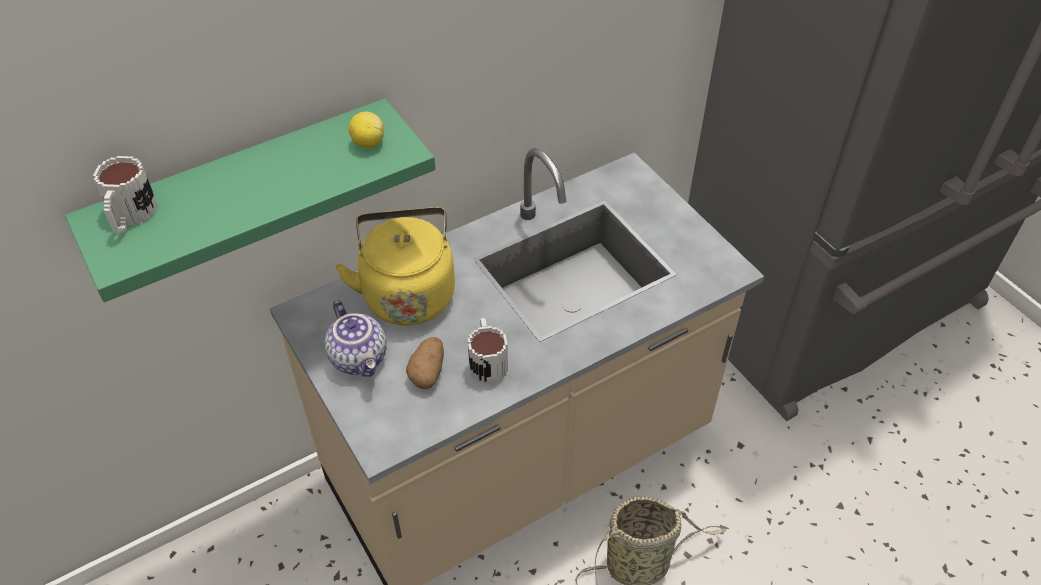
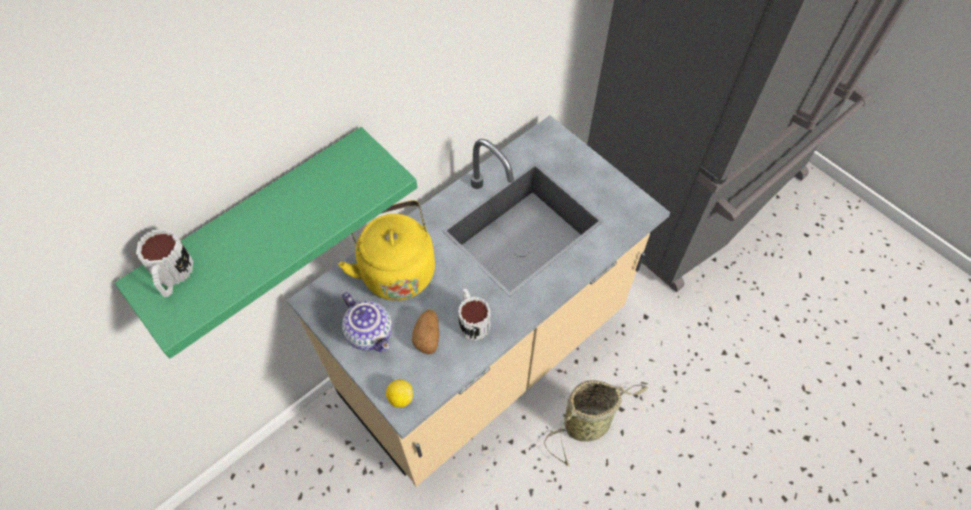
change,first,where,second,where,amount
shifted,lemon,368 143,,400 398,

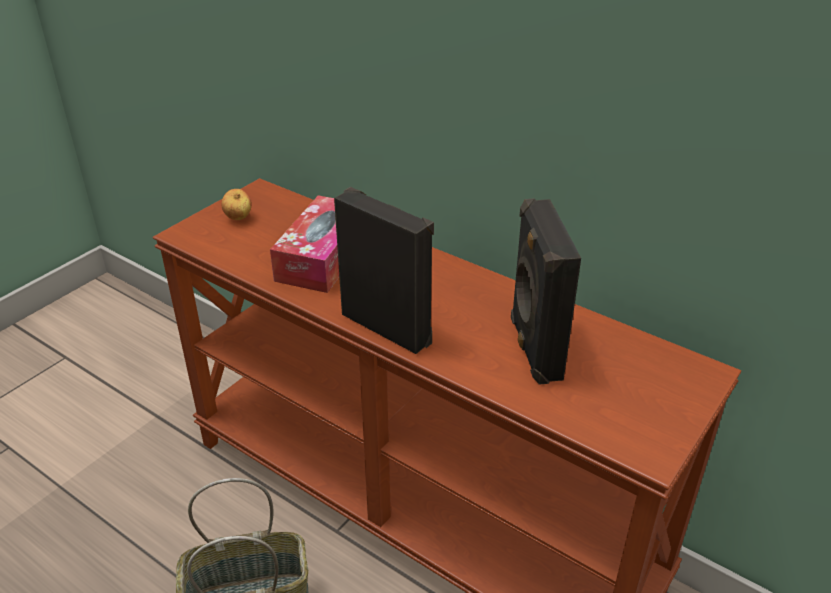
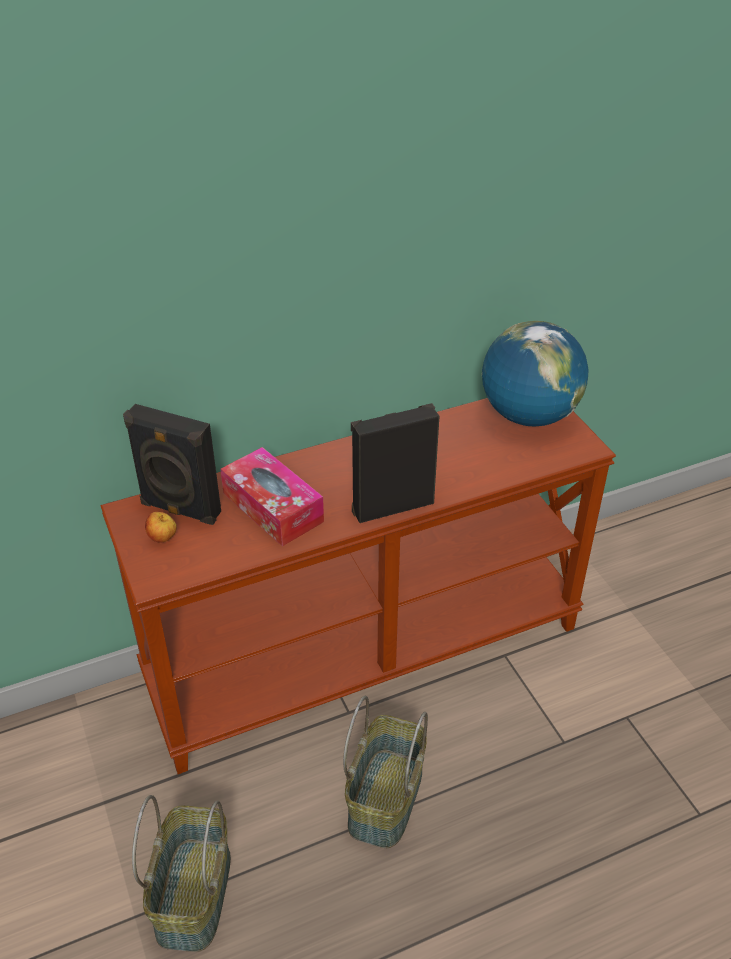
change,first,where,second,where,amount
shifted,black speaker,533 349,,179 510,
new,,,globe,528 416,
new,,,basket,192 893,

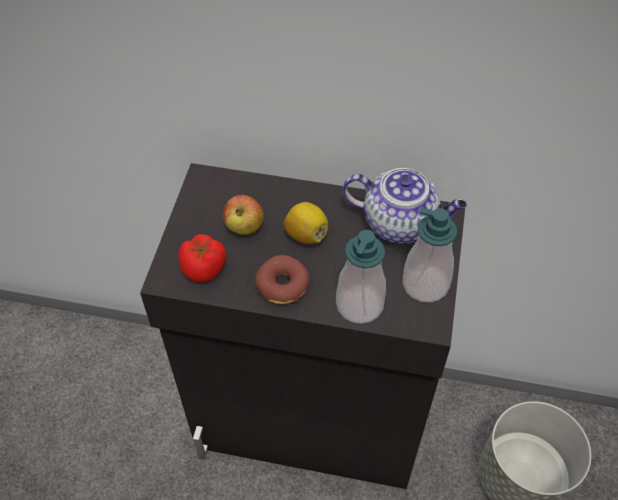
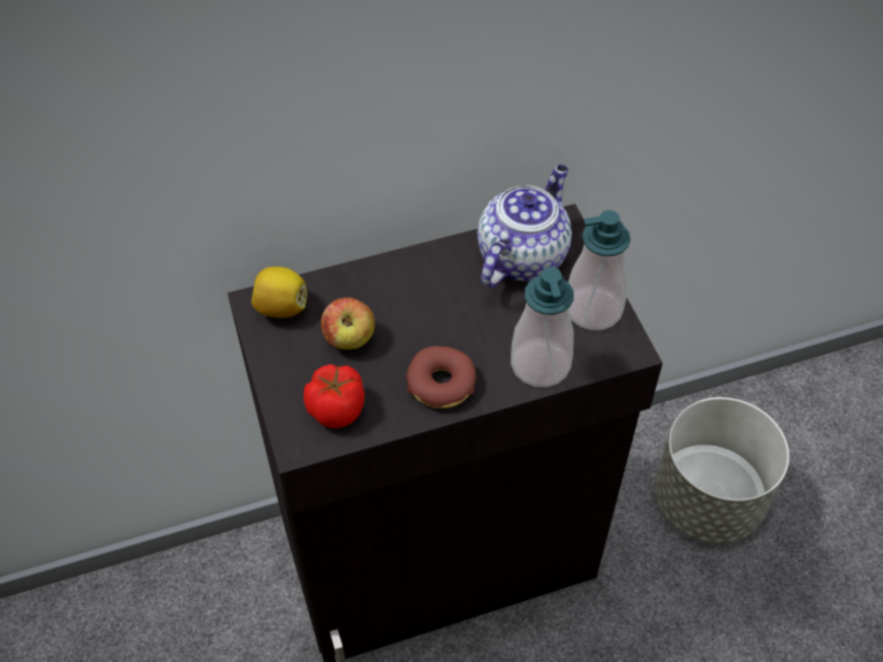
change,first,where,second,where,amount
rotated,teapot,400 224,,522 255,45 degrees counterclockwise
shifted,lemon,306 234,,281 307,

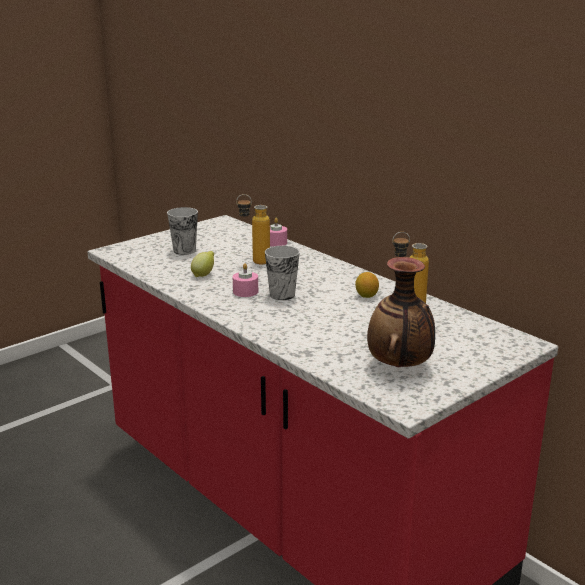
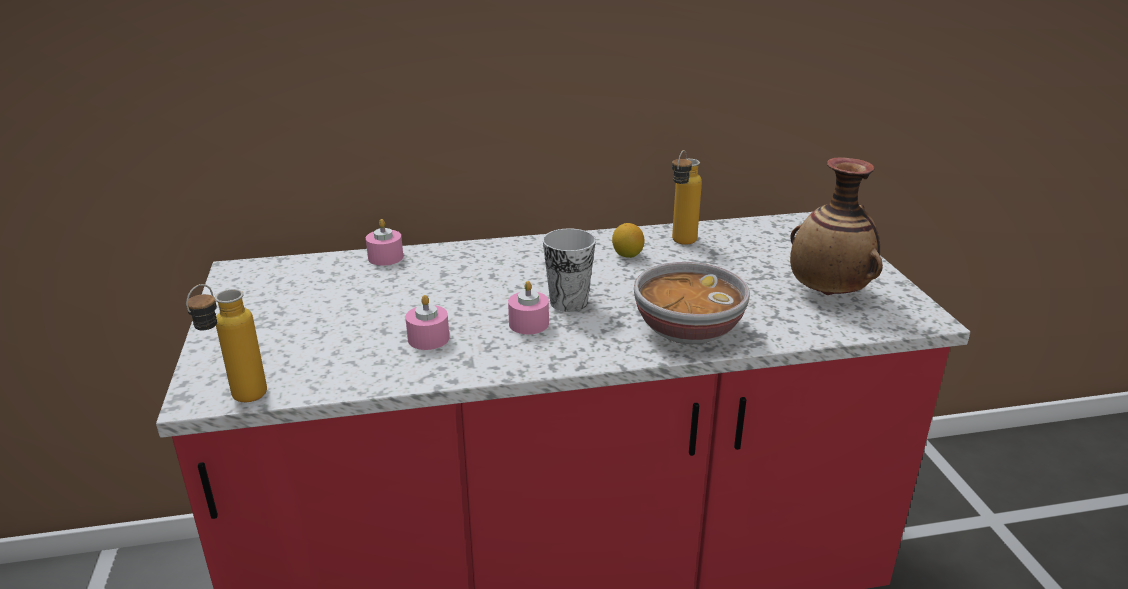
change,first,where,second,where,amount
shifted,bottle,254 262,,239 401,
gone,cup,184 251,,,
swapped,lemon,204 275,pink candle,428 338,
new,,,bowl,686 330,

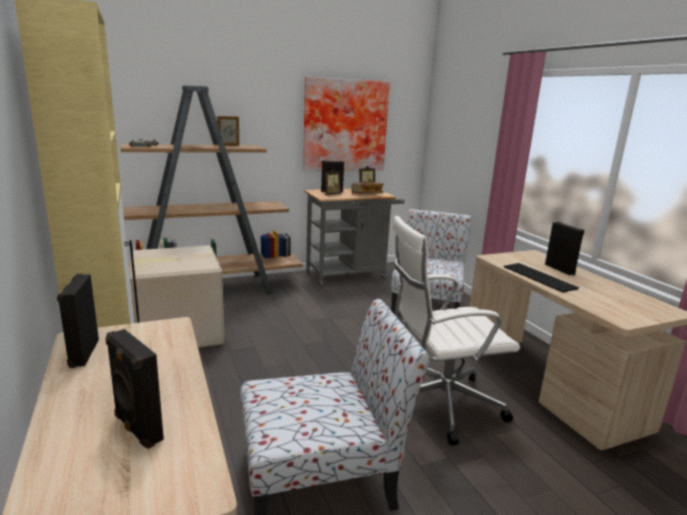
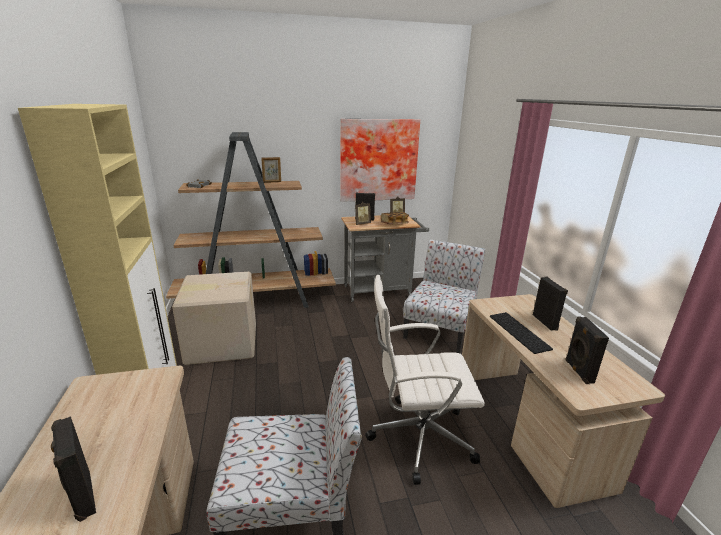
change,first,where,second,where,amount
shifted,black speaker,82 353,,578 371,

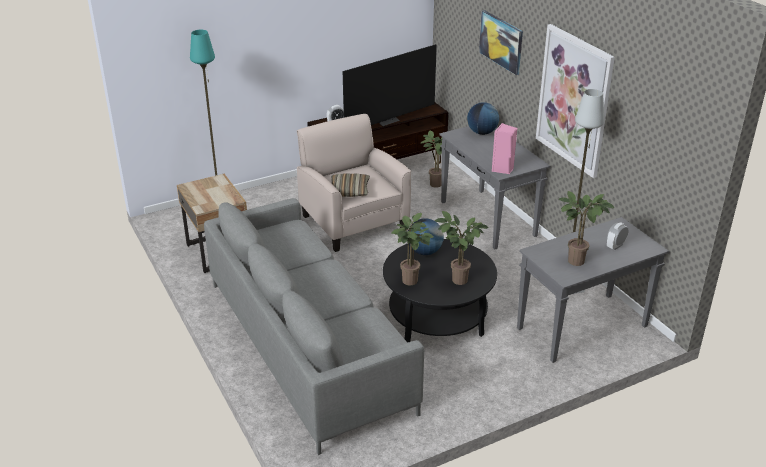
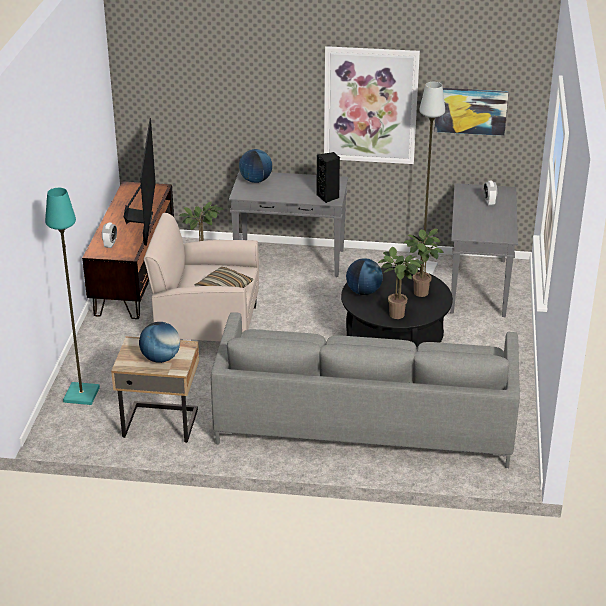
change,first,where,second,where,amount
shifted,picture,501 41,,471 111,
repainted,pink speaker,502 169,black speaker,328 197,
gone,potted plant,579 260,,,
new,,,globe,160 358,

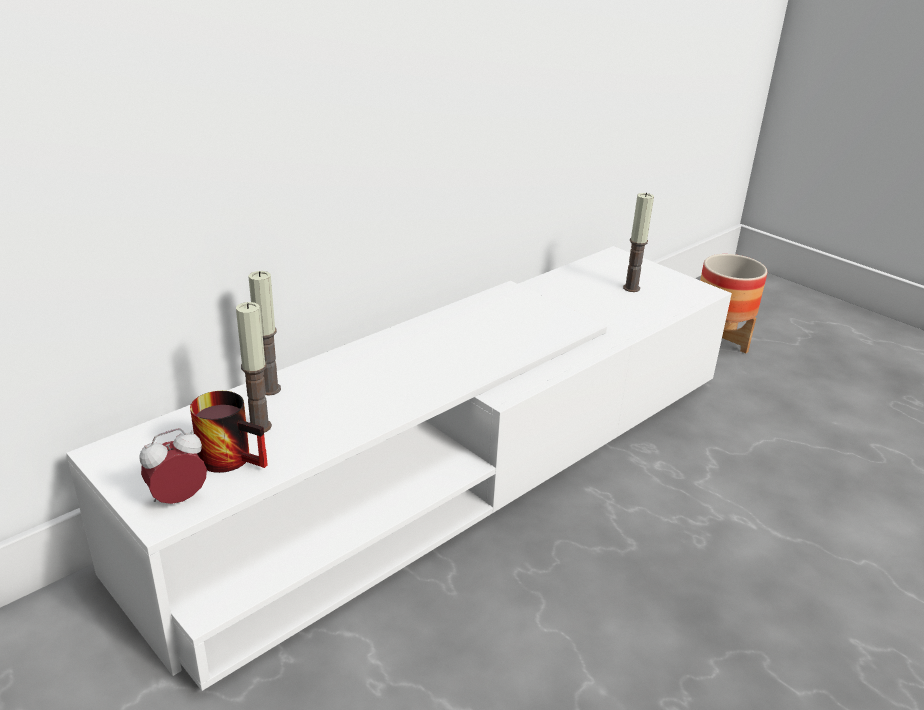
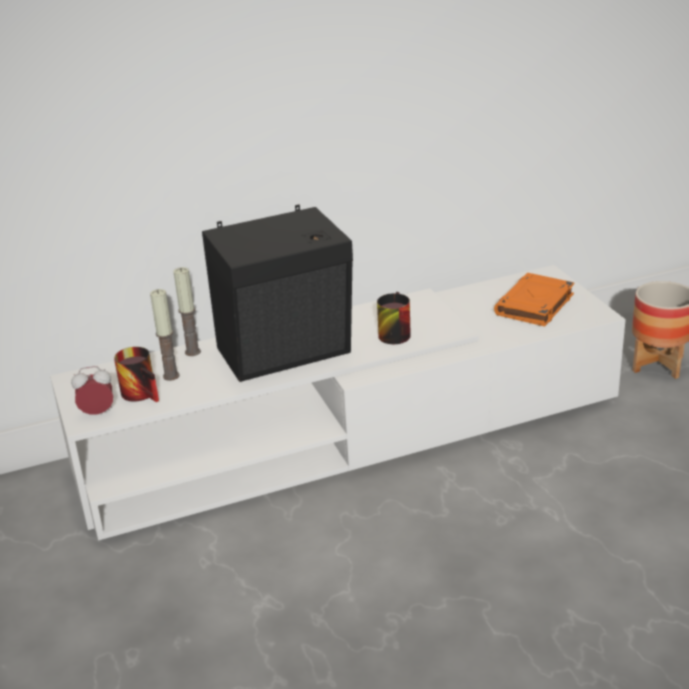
change,first,where,second,where,amount
swapped,candle,631 288,orange book,534 305,
new,,,black speaker,288 353,
new,,,mug,392 333,

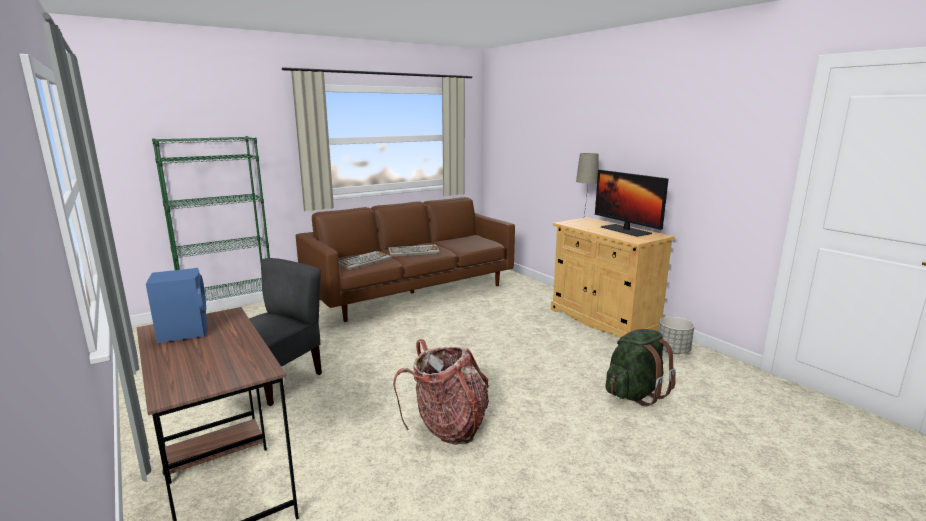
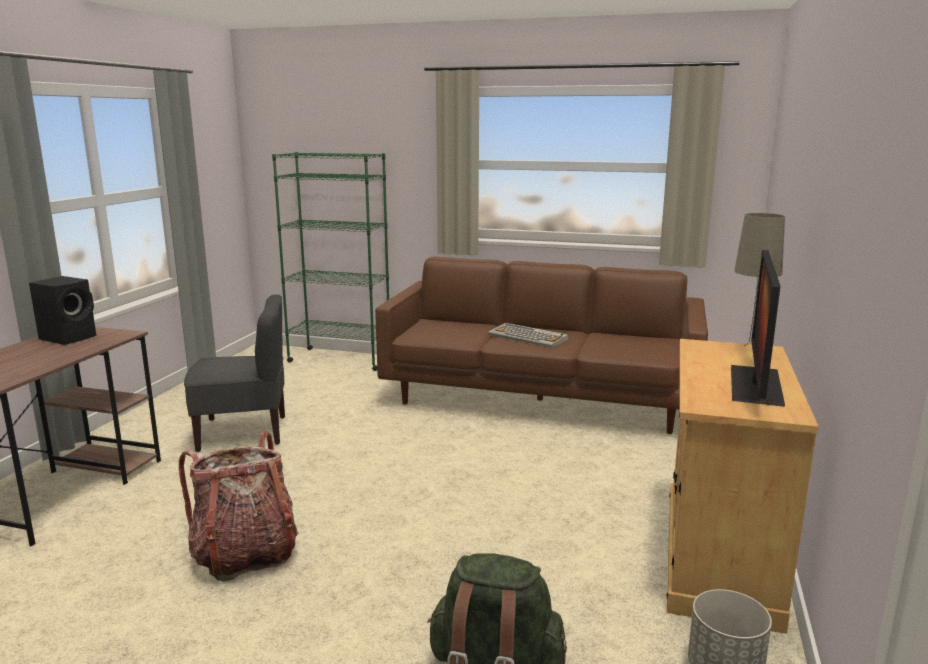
change,first,where,second,where,amount
gone,keyboard,364 261,,,
repainted,blue speaker,184 332,black speaker,70 337,

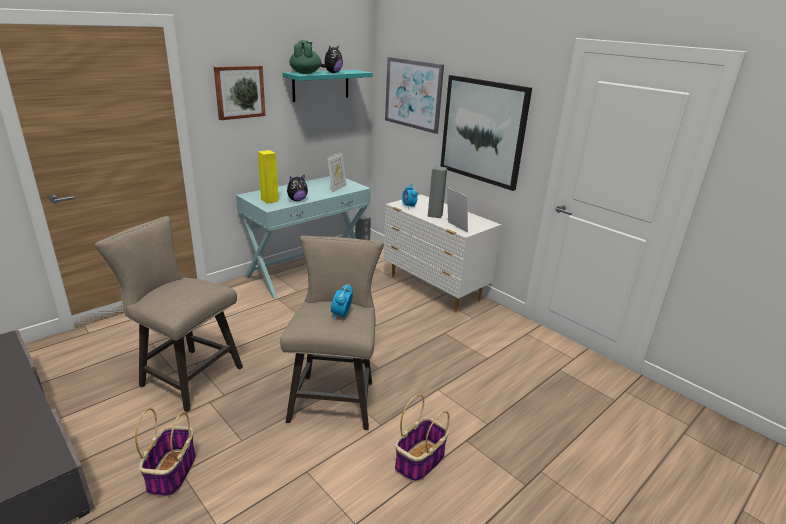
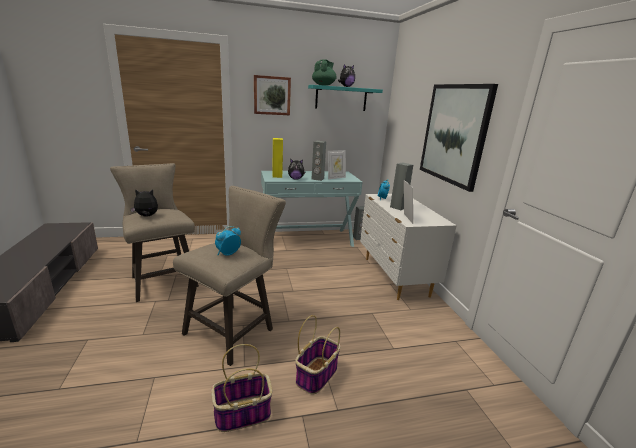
change,first,where,second,where,amount
gone,picture,413 94,,,
shifted,basket,172 472,,317 374,
new,,,grey speaker,317 179,
new,,,plush toy,146 216,

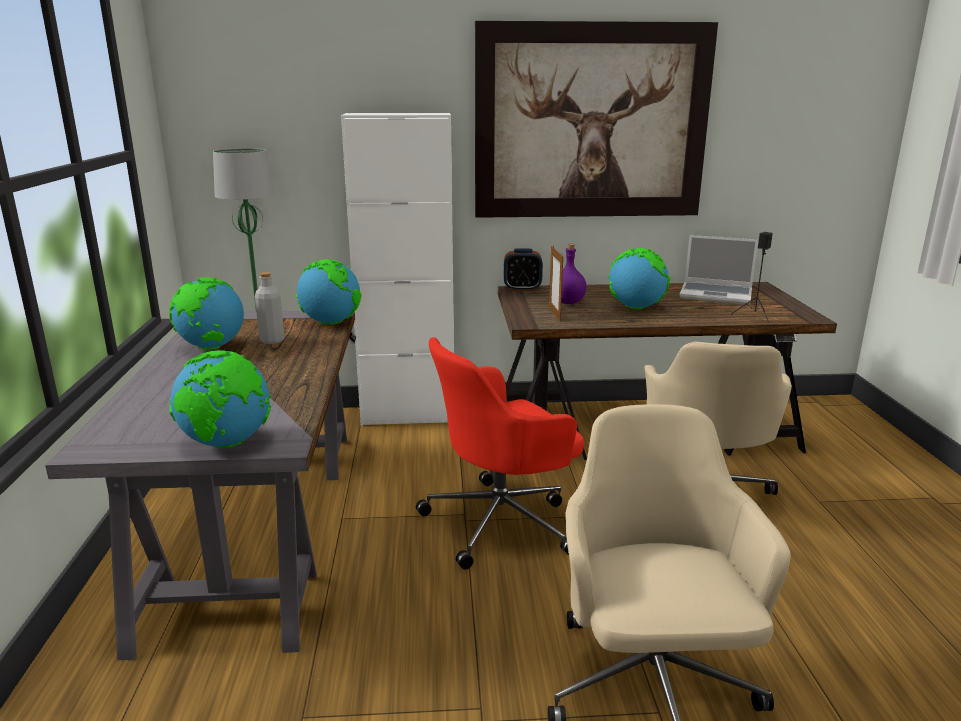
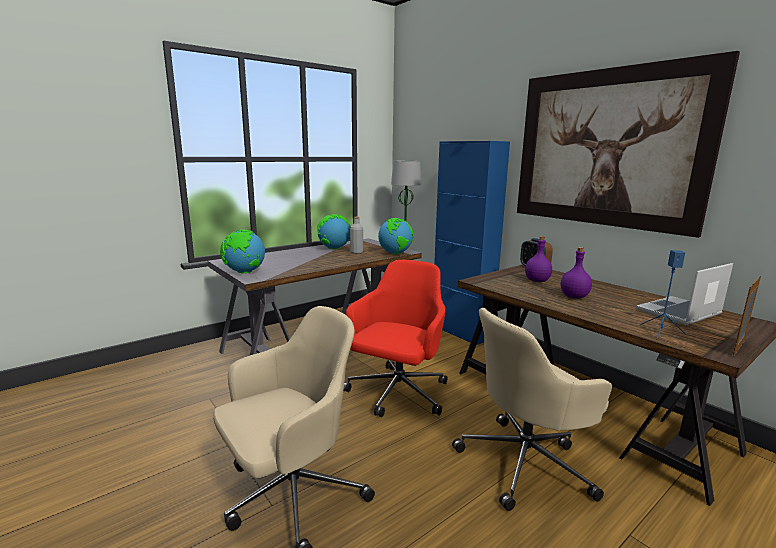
change,first,where,second,where,amount
repainted,white cabinet,408 415,blue cabinet,461 332,
repainted,black speaker,755 316,blue speaker,660 332,
rotated,laptop,717 294,,679 313,75 degrees clockwise
shifted,picture frame,554 314,,738 348,
swapped,globe,636 307,purple bottle,573 296,
rotated,red office chair,502 522,,397 393,90 degrees clockwise

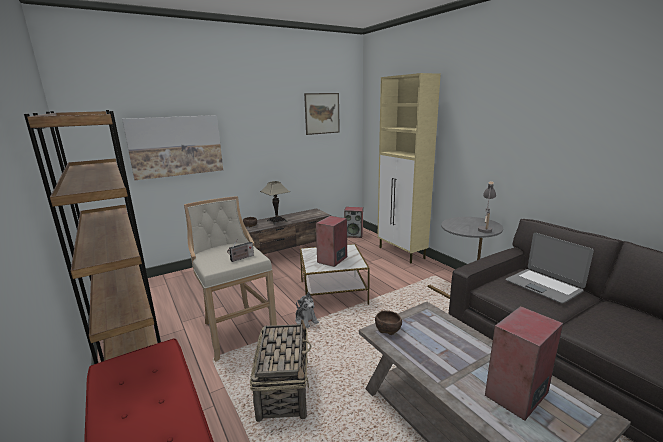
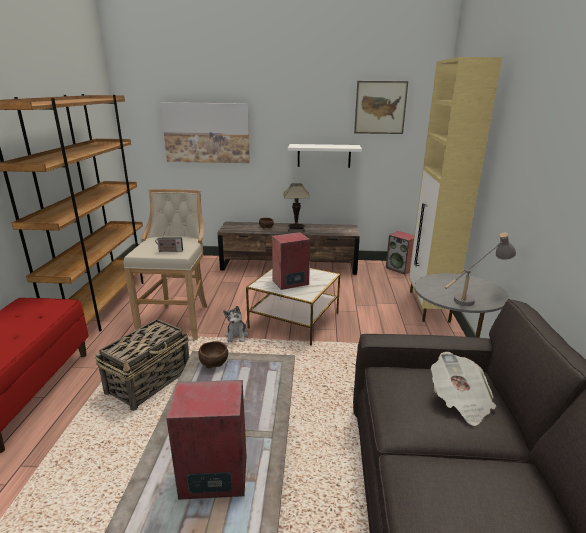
change,first,where,second,where,amount
swapped,laptop,543 286,newspaper,460 401,
new,,,white shelf,324 155,

